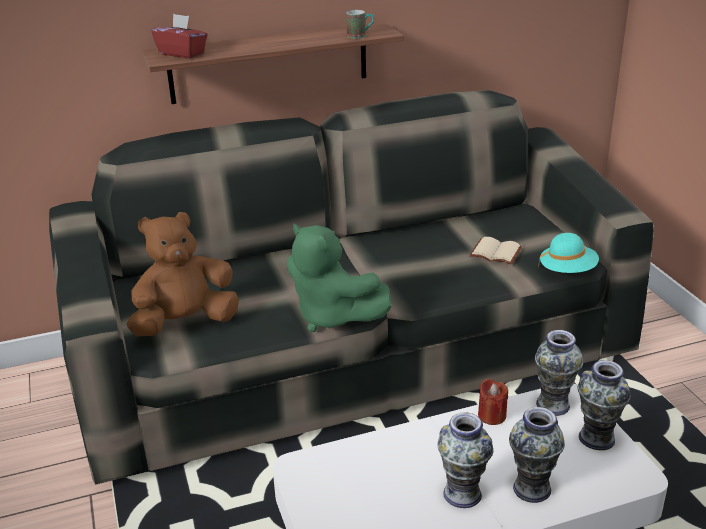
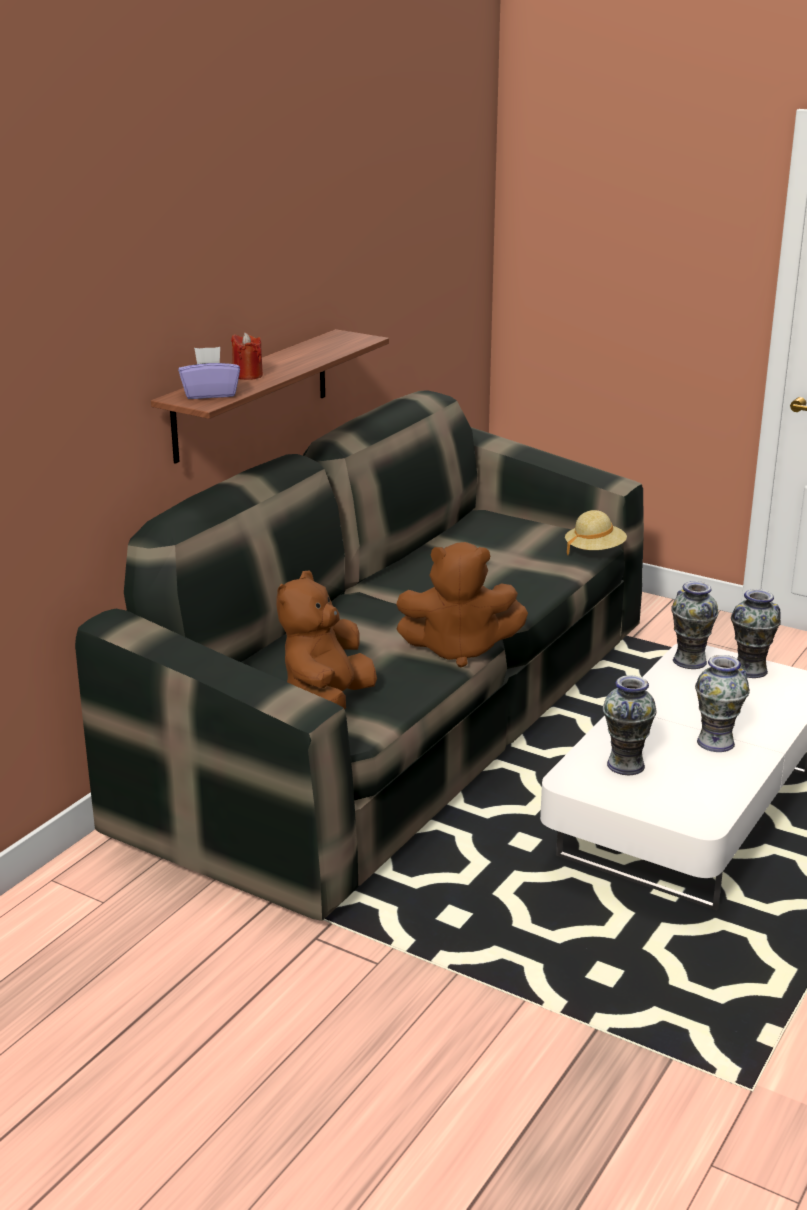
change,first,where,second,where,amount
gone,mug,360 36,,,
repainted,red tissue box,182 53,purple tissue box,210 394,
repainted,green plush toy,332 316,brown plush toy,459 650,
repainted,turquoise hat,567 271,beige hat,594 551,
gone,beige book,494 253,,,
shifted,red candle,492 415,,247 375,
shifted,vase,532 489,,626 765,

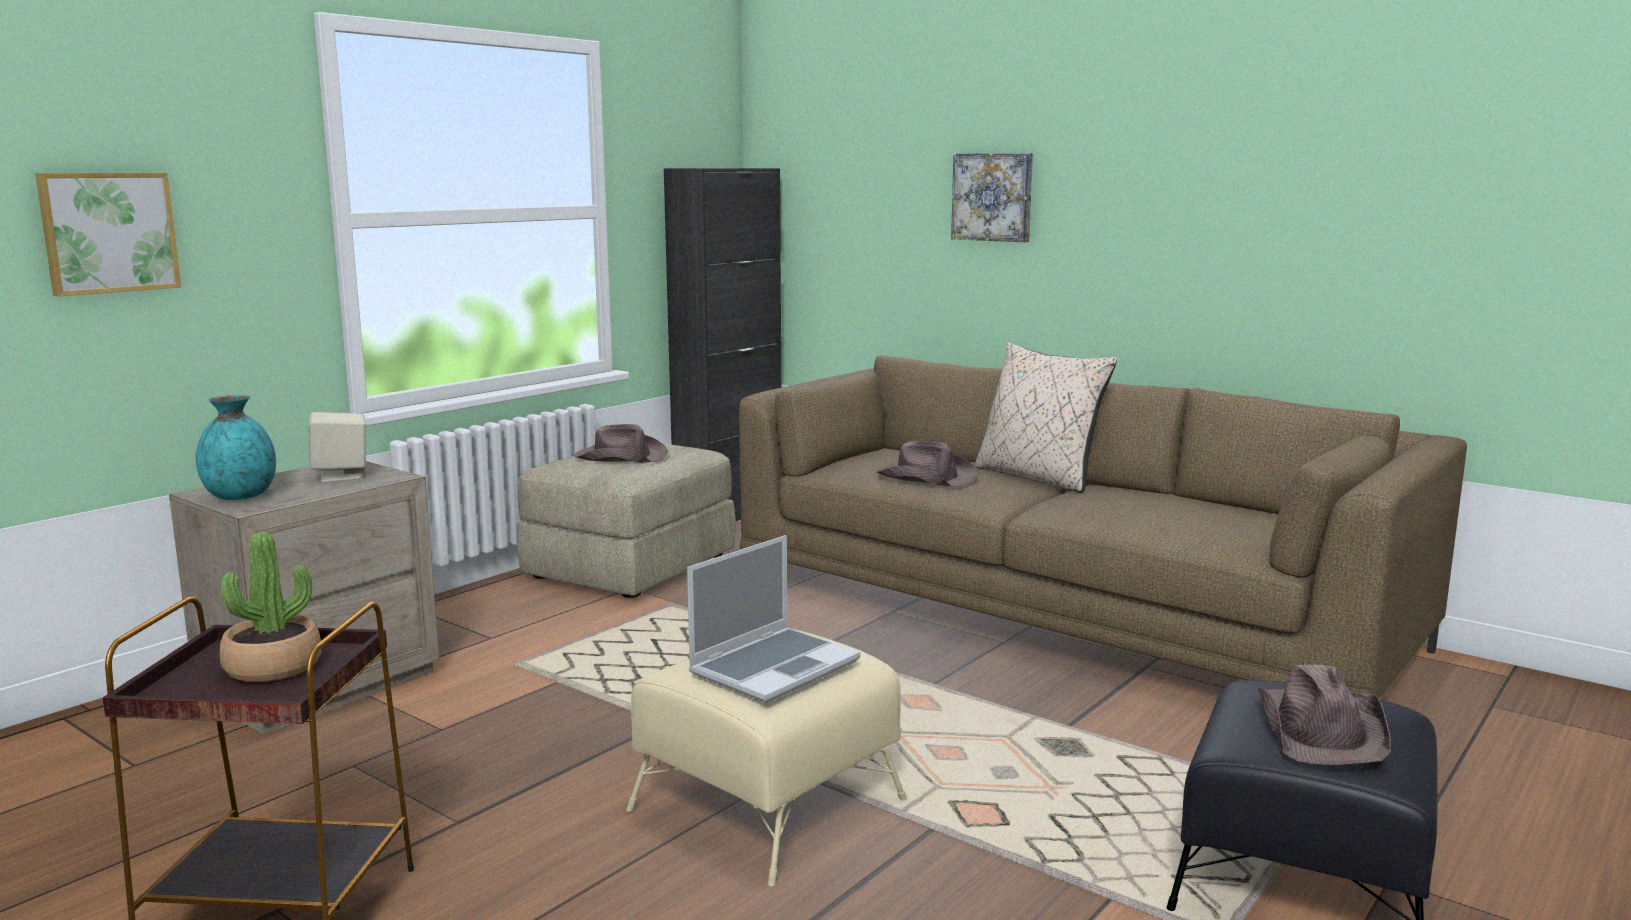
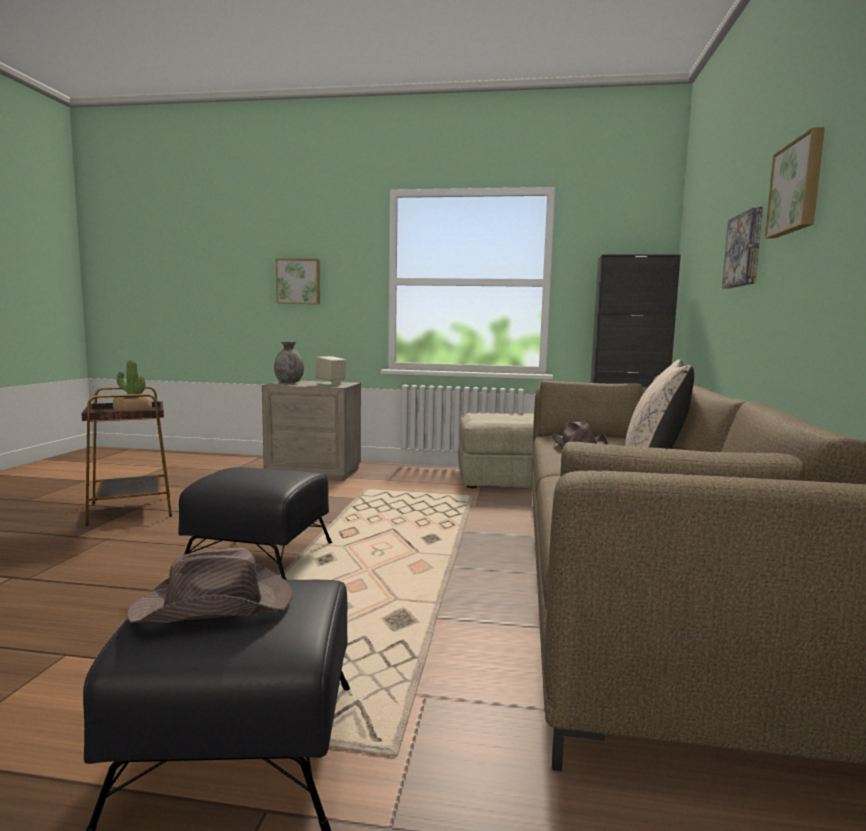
change,first,where,second,where,amount
repainted,turquoise vase,240 496,grey vase,289 382,
gone,brown hat,620 457,,,
gone,laptop,774 666,,,
repainted,beige ottoman,770 805,black ottoman,260 558,
new,,,picture,798 187,

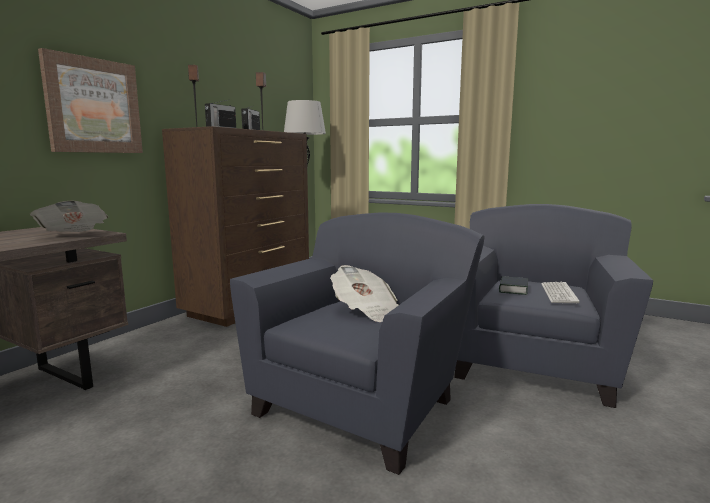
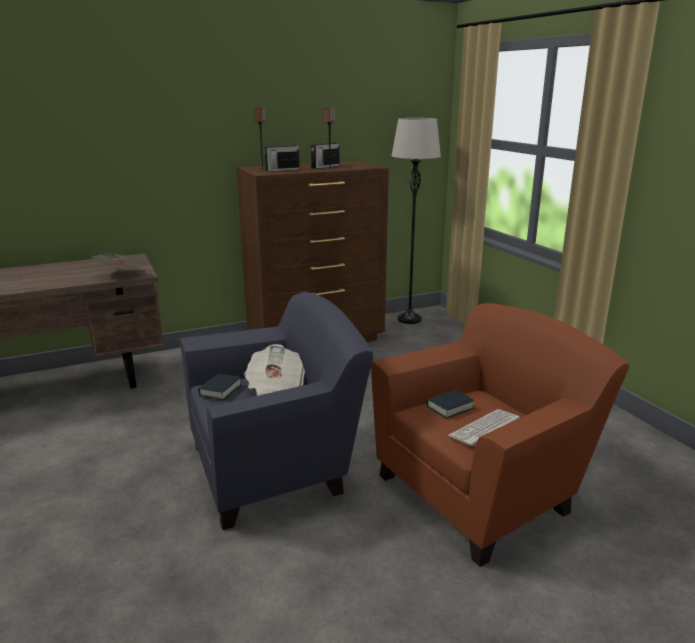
change,first,where,second,where,amount
gone,picture,93 106,,,
repainted,blue armchair,533 363,brown armchair,481 492,
new,,,book,220 390,

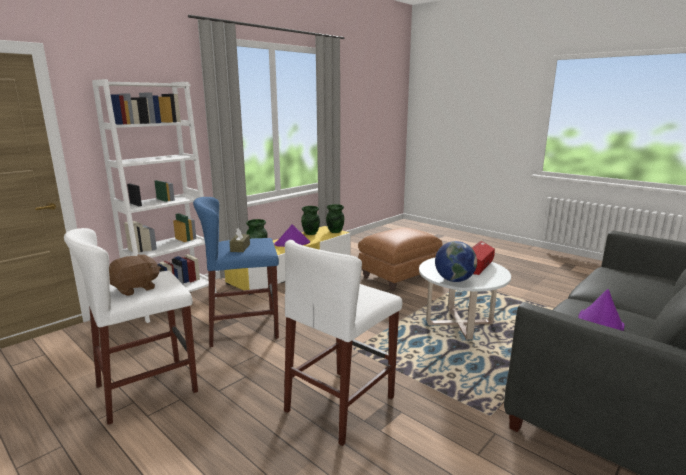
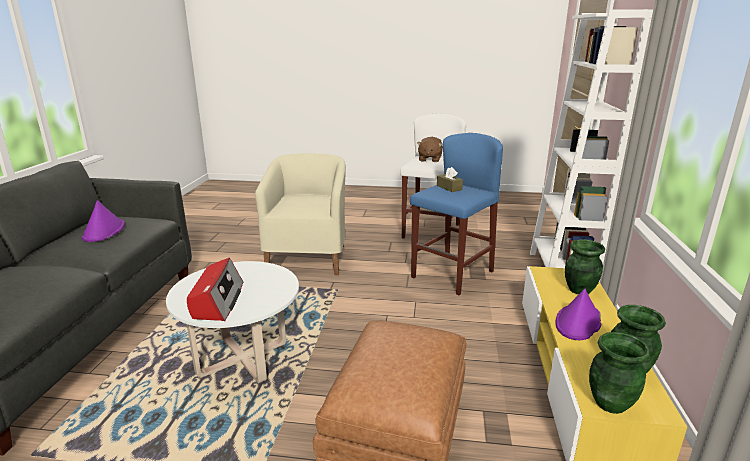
change,first,where,second,where,amount
swapped,white stool,340 404,beige armchair,309 257,
gone,globe,454 280,,,

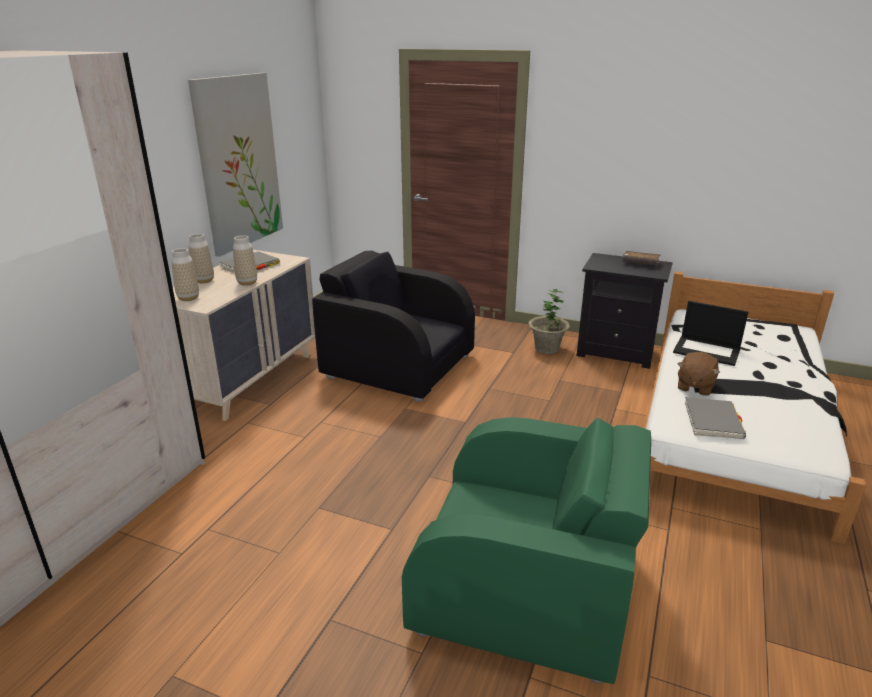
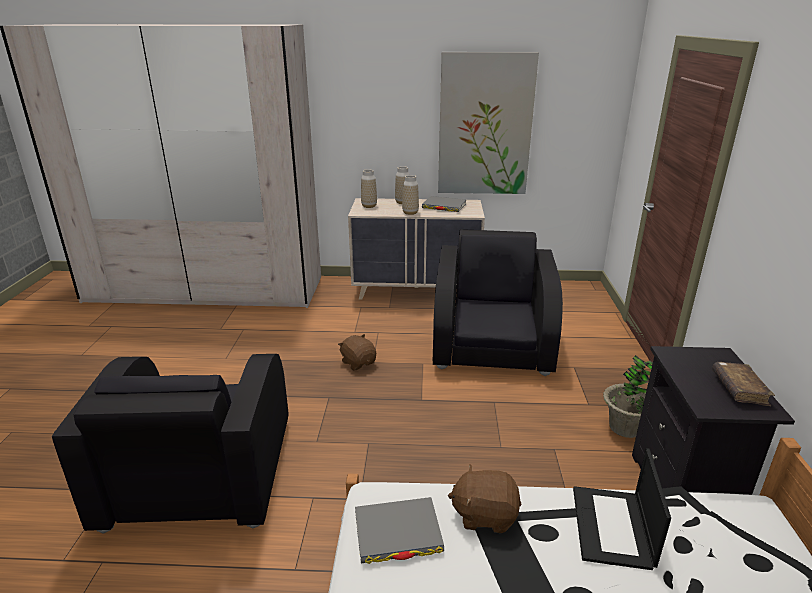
change,first,where,second,where,amount
repainted,green armchair,525 588,black armchair,200 474,
new,,,brown plush toy,358 362,

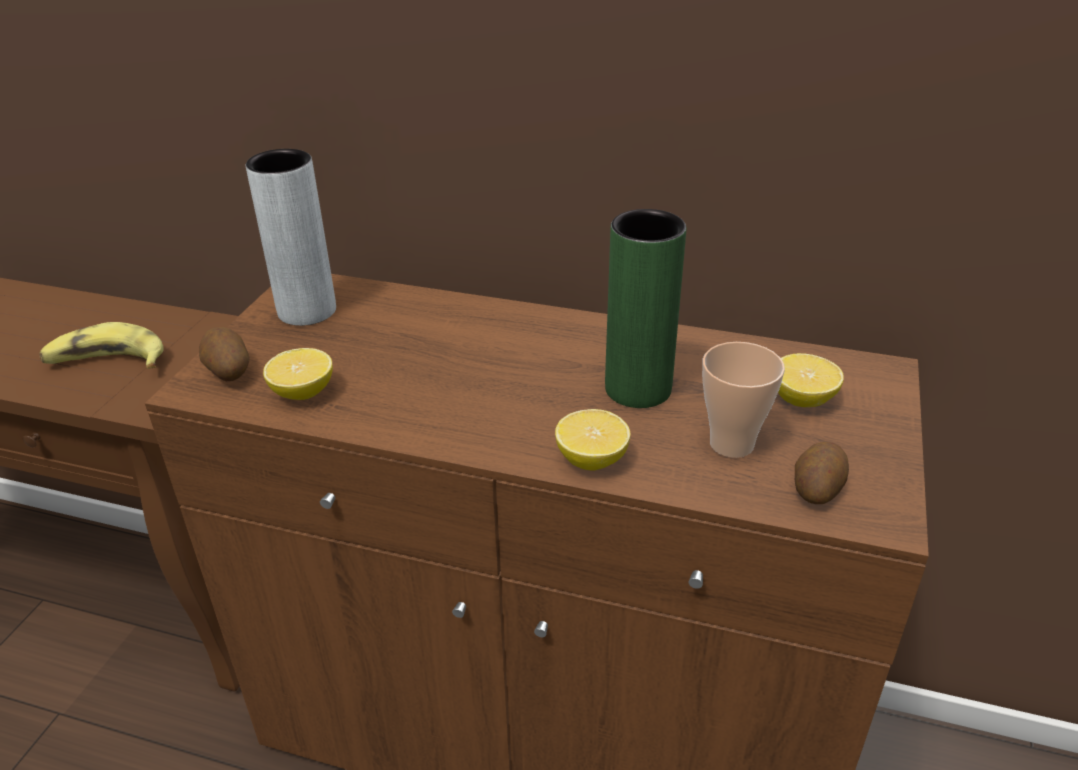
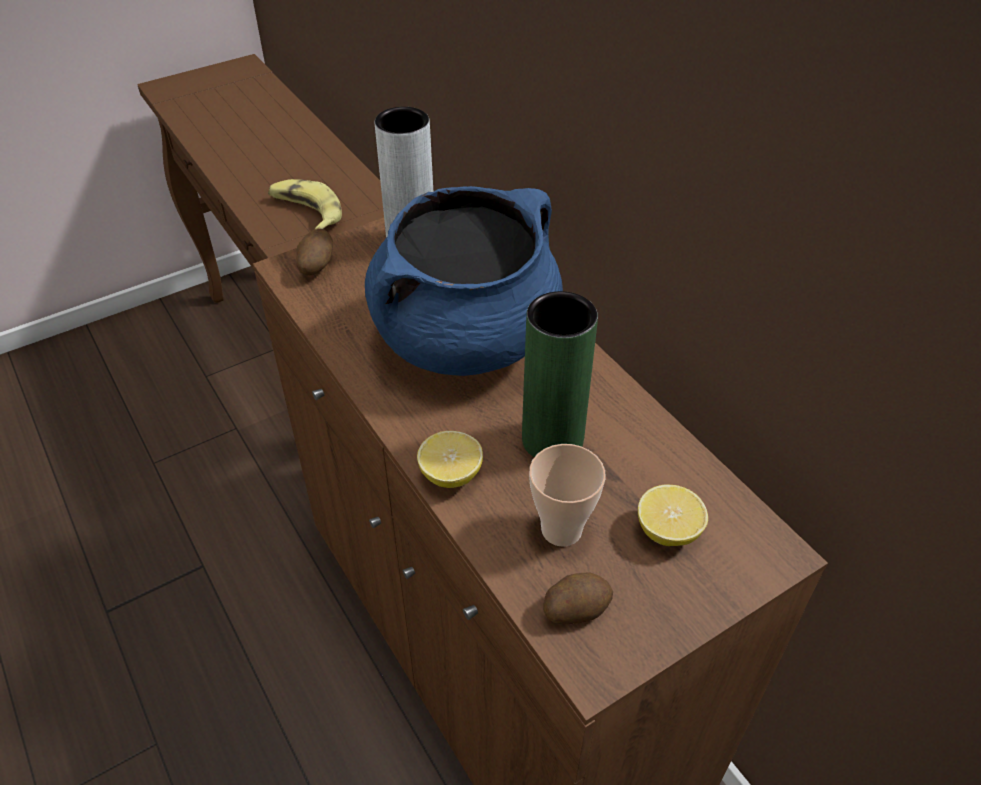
change,first,where,second,where,amount
gone,lemon,303 392,,,
new,,,blue cooking pot,466 338,

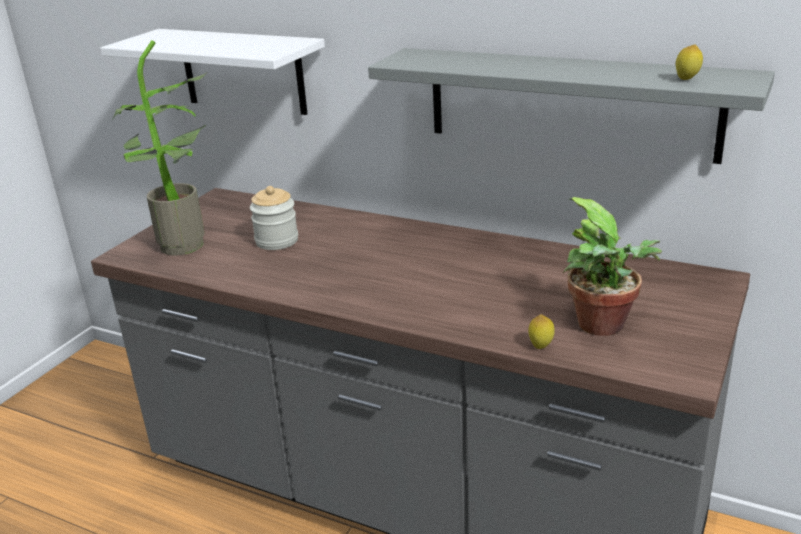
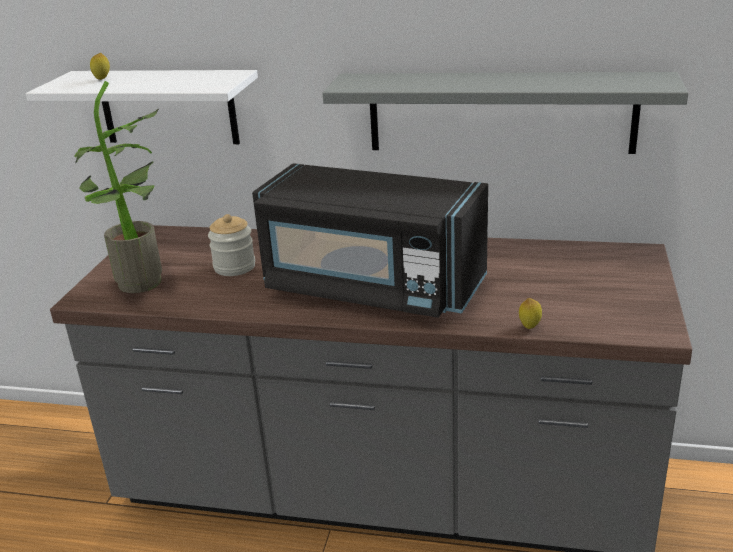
change,first,where,second,where,amount
shifted,lemon,687 80,,102 79,
gone,potted plant,606 327,,,
new,,,black microwave,371 287,

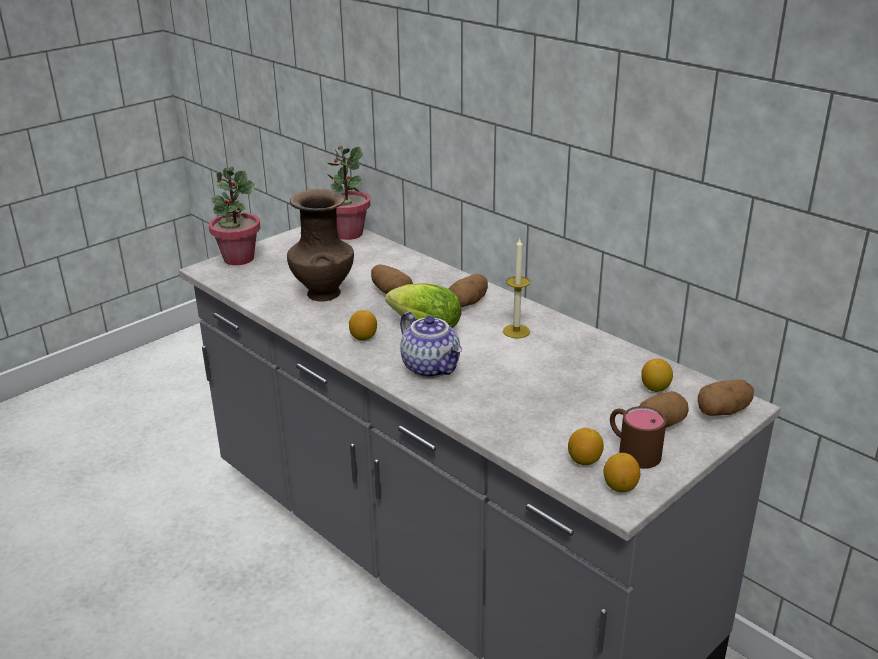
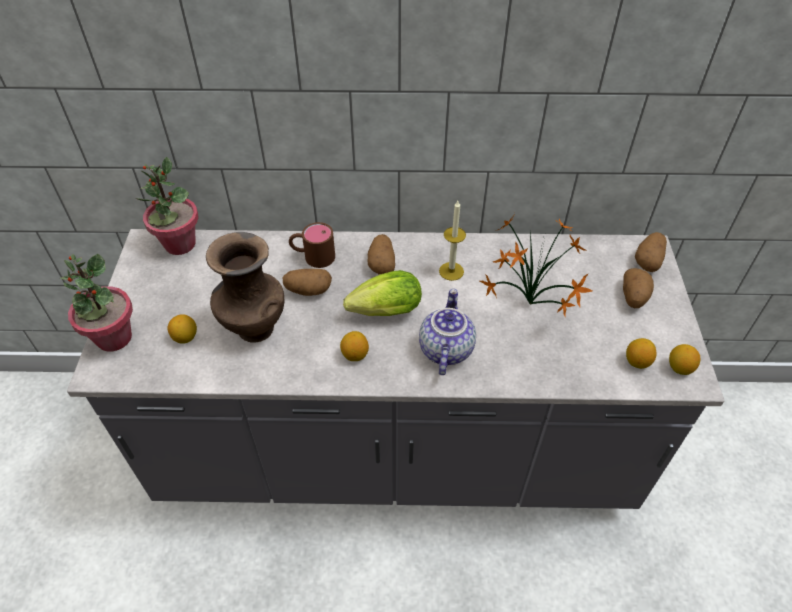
change,first,where,second,where,amount
rotated,teapot,432 367,,444 349,90 degrees counterclockwise
shifted,lemon,655 388,,185 337,
shifted,brown mug,632 450,,313 256,
new,,,potted plant,531 306,

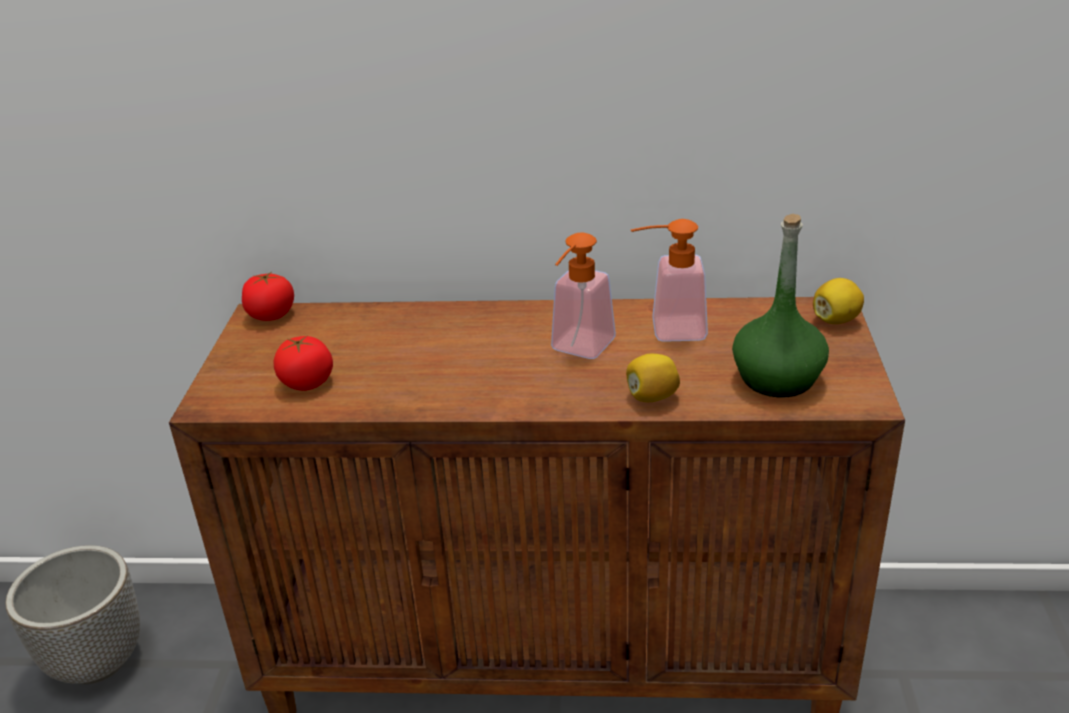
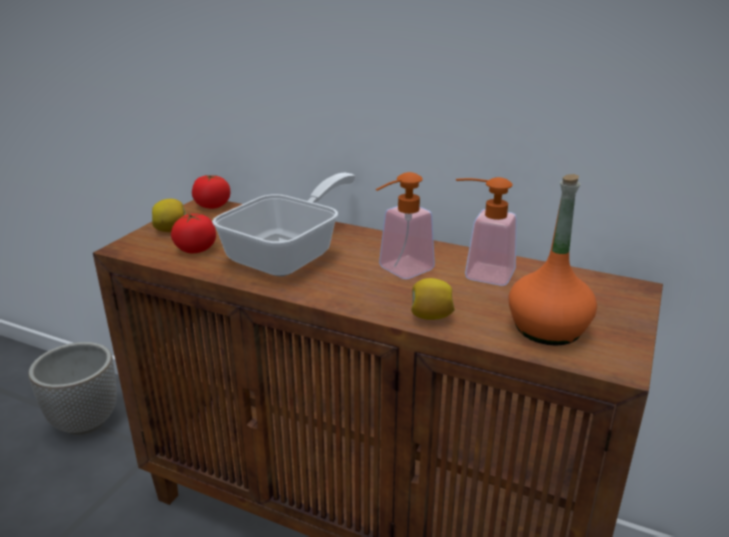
change,first,where,second,where,amount
repainted,green bottle,777 379,orange bottle,547 329,
shifted,lemon,836 320,,171 230,
new,,,frying pan,290 253,

